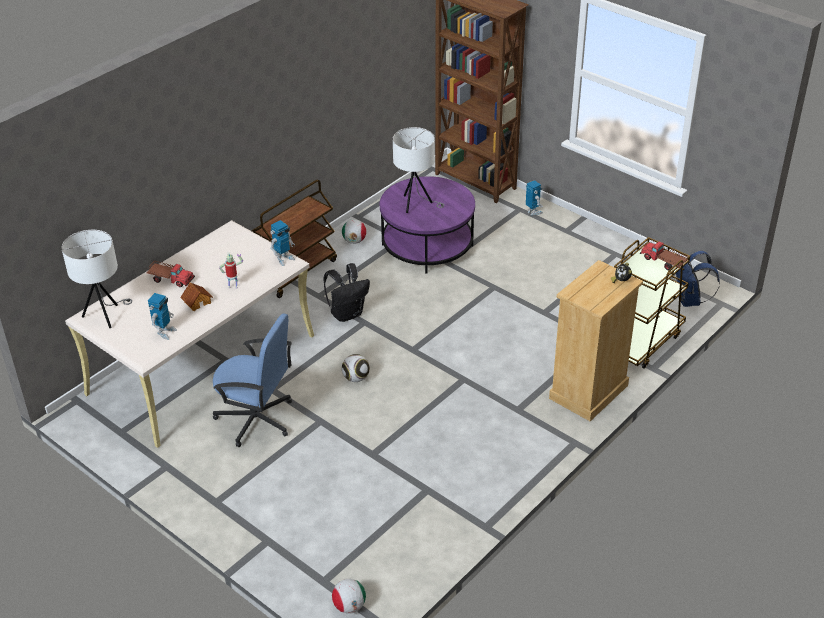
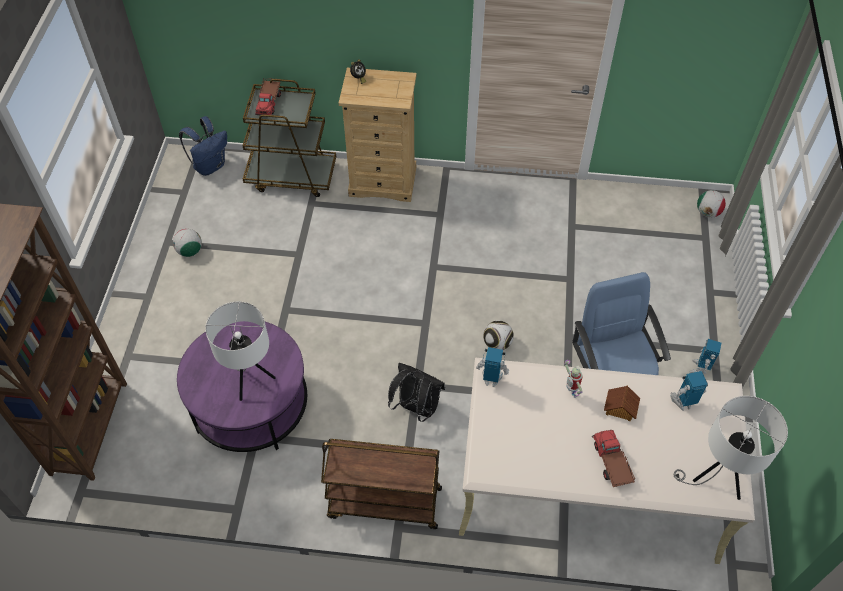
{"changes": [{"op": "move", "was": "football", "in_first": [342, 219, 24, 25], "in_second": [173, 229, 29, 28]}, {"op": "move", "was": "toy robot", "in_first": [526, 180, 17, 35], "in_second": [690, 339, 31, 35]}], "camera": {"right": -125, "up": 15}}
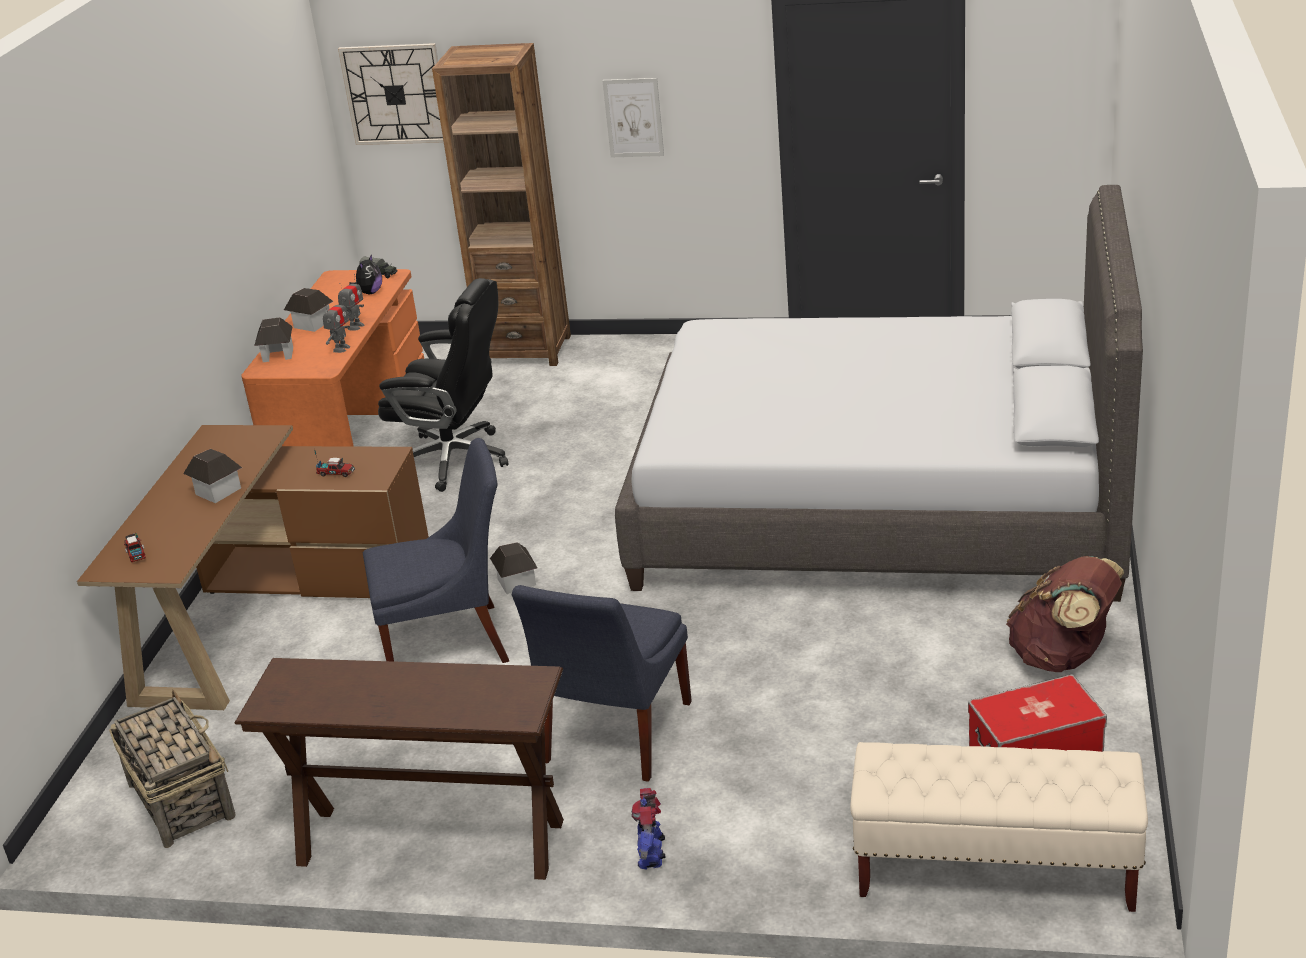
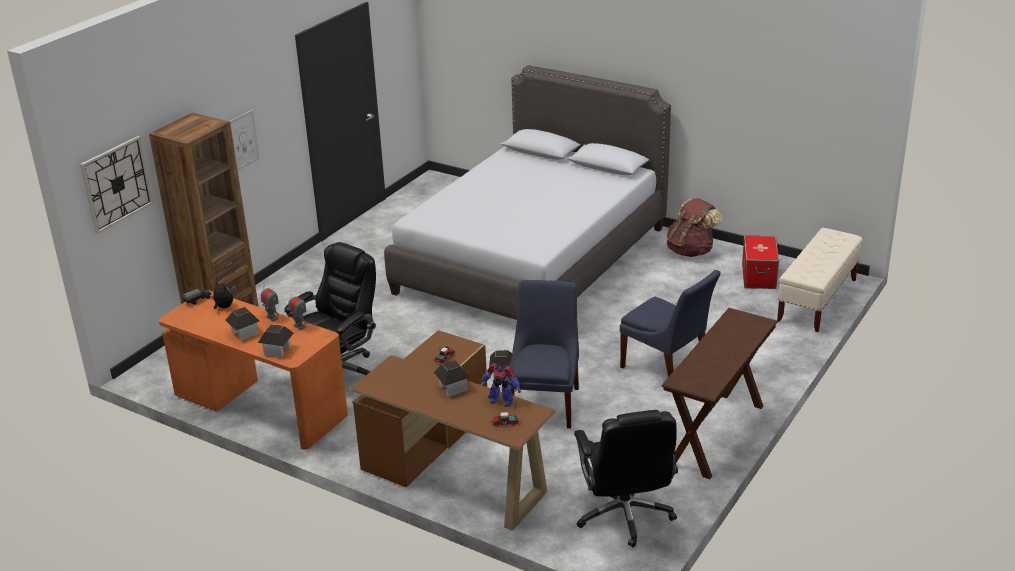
{"changes": [{"op": "move", "was": "toy robot", "in_first": [631, 788, 35, 81], "in_second": [480, 363, 41, 44]}, {"op": "replace", "was": "basket", "now": "black office chair", "in_first": [109, 689, 127, 159], "in_second": [574, 410, 104, 137]}], "camera": {"right": -70, "up": 0}}
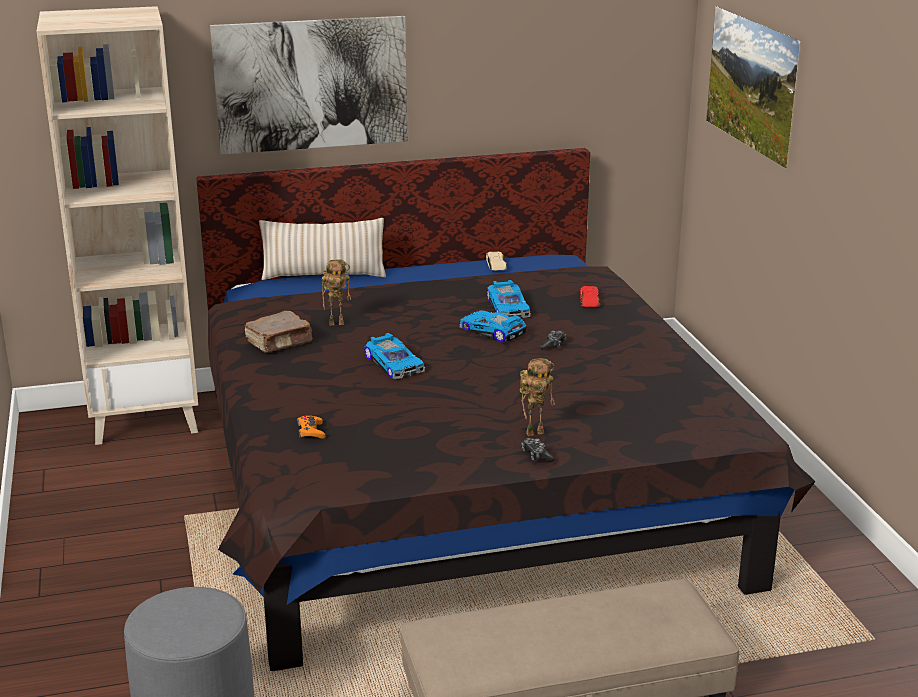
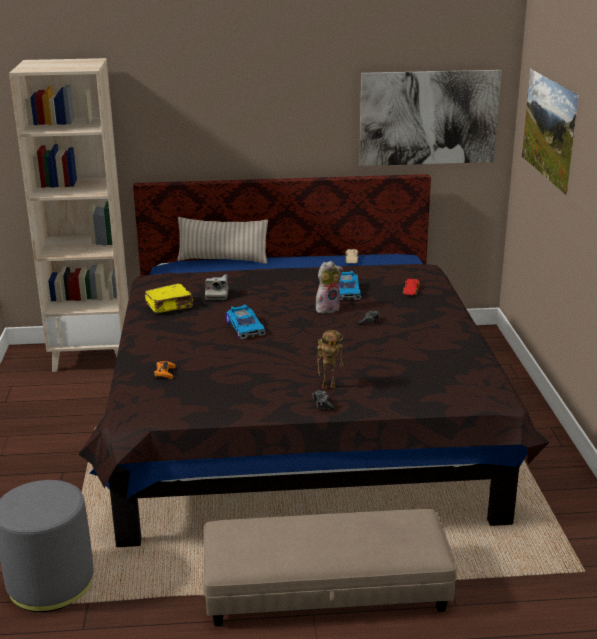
{"changes": [{"op": "move", "was": "picture", "in_first": [210, 16, 197, 139], "in_second": [359, 70, 143, 96]}, {"op": "replace", "was": "toy robot", "now": "photo camera", "in_first": [322, 259, 29, 66], "in_second": [205, 275, 23, 25]}, {"op": "replace", "was": "toy car", "now": "plush toy", "in_first": [460, 310, 66, 32], "in_second": [316, 261, 27, 53]}, {"op": "recolor", "was": "brown book", "now": "yellow book", "in_first": [244, 311, 69, 41], "in_second": [145, 284, 48, 29]}], "camera": {"right": 10, "up": 0}}
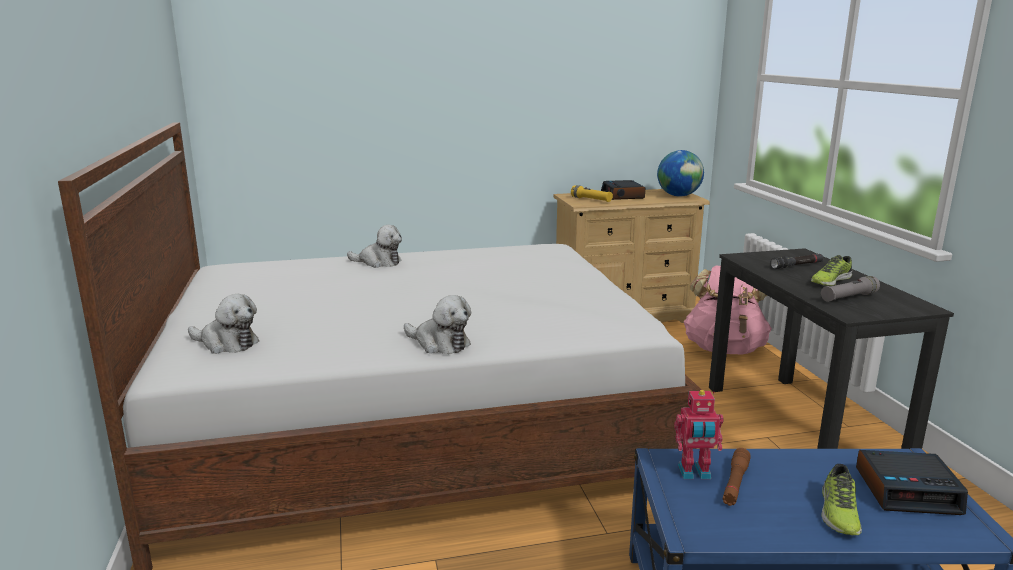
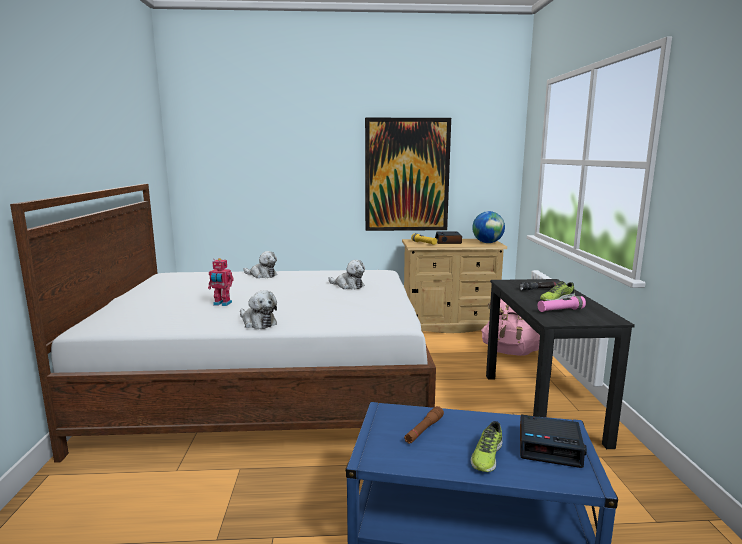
{"changes": [{"op": "insert", "now": "picture", "in_second": [365, 118, 86, 113]}, {"op": "move", "was": "plush toy", "in_first": [188, 294, 71, 60], "in_second": [328, 260, 37, 29]}, {"op": "move", "was": "toy robot", "in_first": [674, 390, 49, 89], "in_second": [208, 258, 26, 48]}, {"op": "recolor", "was": "grey flashlight", "now": "pink flashlight", "in_first": [821, 276, 59, 26], "in_second": [538, 296, 48, 16]}], "camera": {"right": 10, "up": -5}}
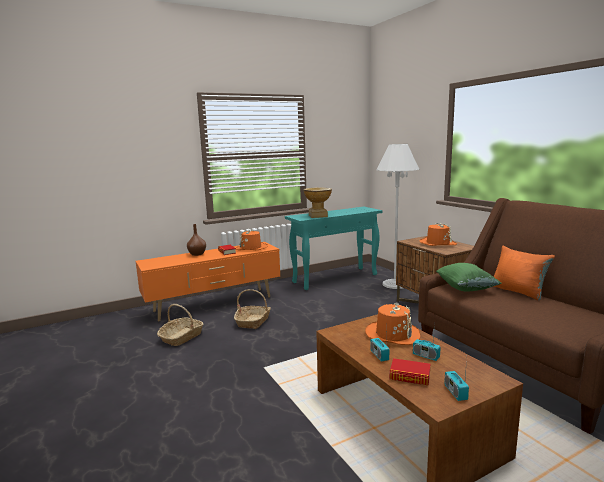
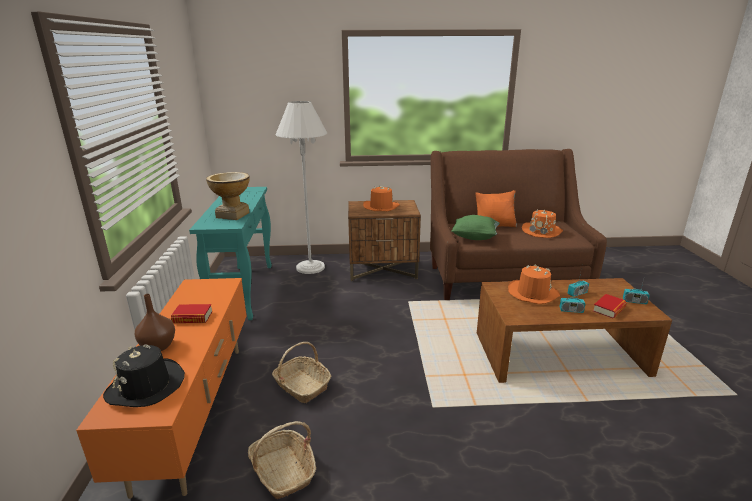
{"changes": [{"op": "insert", "now": "black hat", "in_second": [103, 344, 82, 63]}, {"op": "move", "was": "orange hat", "in_first": [236, 230, 32, 20], "in_second": [522, 209, 41, 29]}], "camera": {"right": -65, "up": 10}}
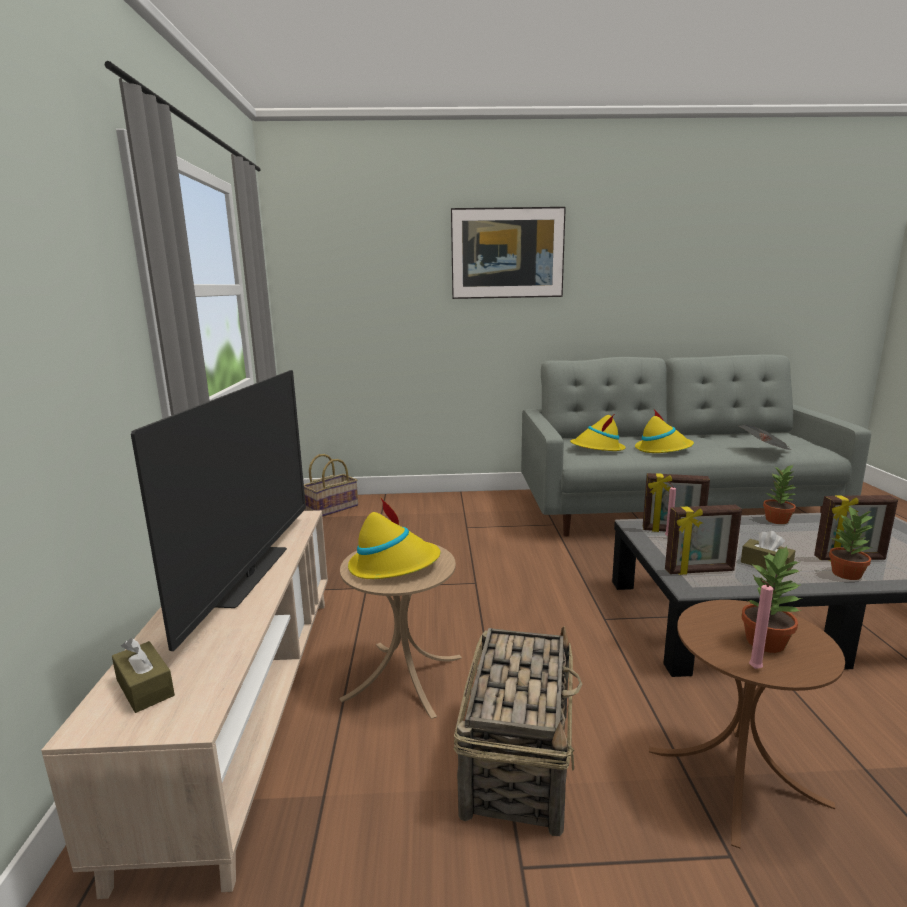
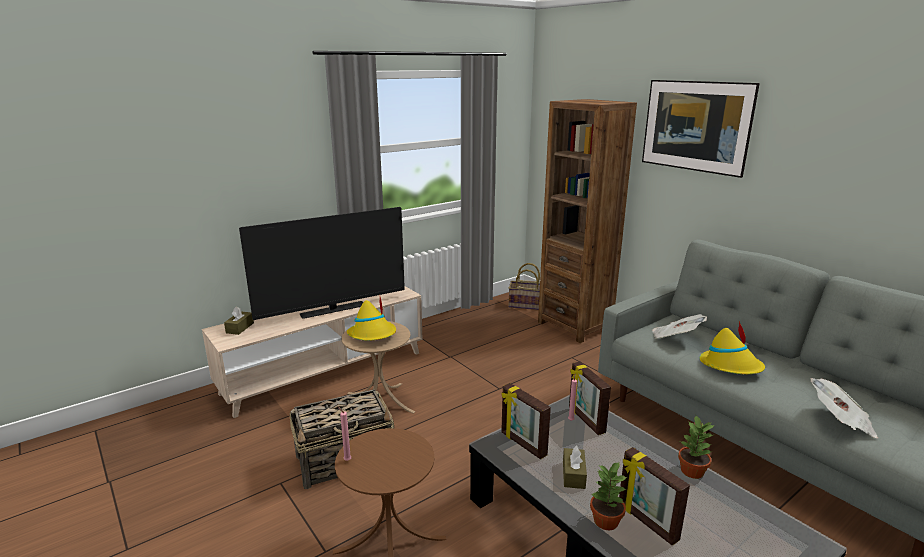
{"changes": [{"op": "delete", "was": "potted plant", "in_first": [742, 546, 60, 107]}, {"op": "insert", "now": "brown bookcase", "in_second": [538, 99, 99, 244]}, {"op": "replace", "was": "yellow hat", "now": "newspaper", "in_first": [570, 413, 55, 38], "in_second": [652, 314, 55, 25]}], "camera": {"right": 55, "up": 5}}
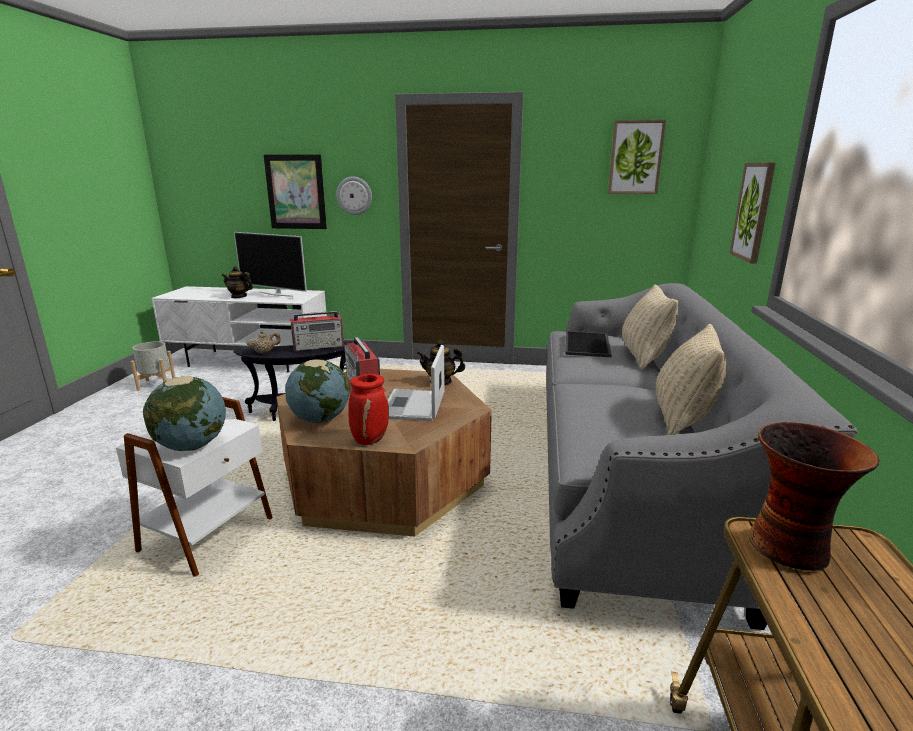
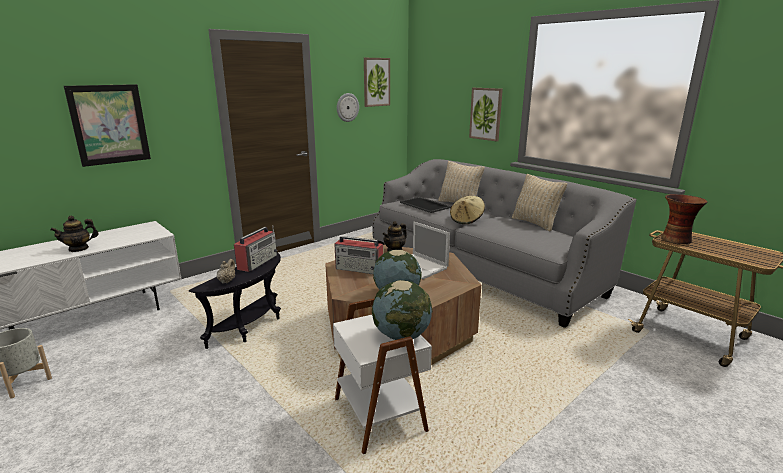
{"changes": [{"op": "delete", "was": "television", "in_first": [234, 232, 73, 65]}, {"op": "delete", "was": "red vase", "in_first": [348, 374, 41, 71]}, {"op": "insert", "now": "beige hat", "in_second": [450, 196, 35, 28]}, {"op": "move", "was": "wall clock", "in_first": [336, 176, 36, 39], "in_second": [337, 93, 22, 29]}], "camera": {"right": -50, "up": 0}}
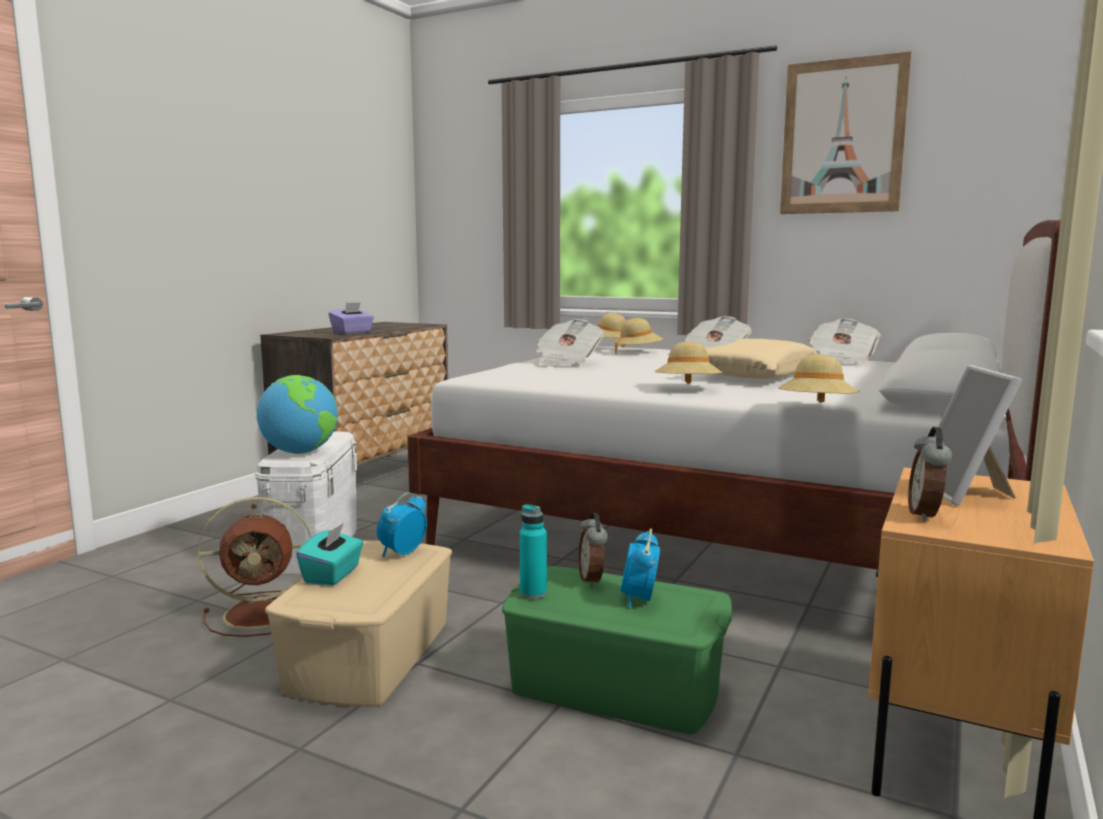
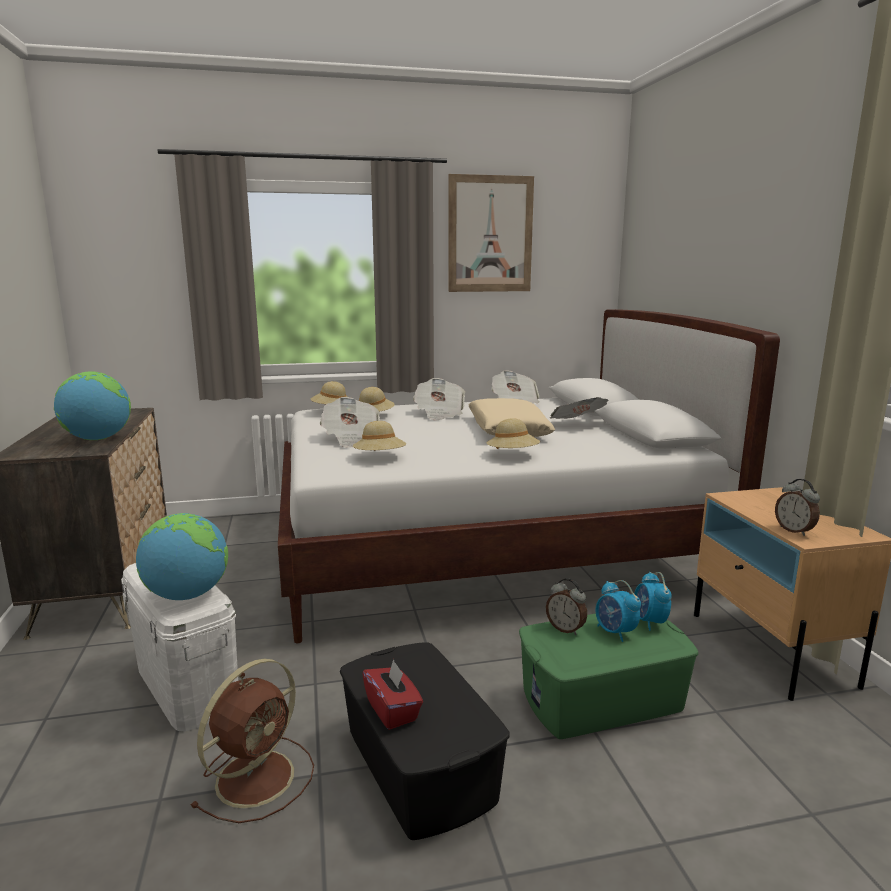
{"changes": [{"op": "delete", "was": "turquoise bottle", "in_first": [520, 504, 27, 95]}, {"op": "delete", "was": "picture frame", "in_first": [934, 365, 88, 141]}, {"op": "insert", "now": "newspaper", "in_second": [550, 397, 59, 22]}, {"op": "move", "was": "alarm clock", "in_first": [377, 493, 50, 64], "in_second": [634, 572, 38, 59]}, {"op": "move", "was": "beige hat", "in_first": [778, 355, 81, 48], "in_second": [353, 421, 53, 30]}, {"op": "replace", "was": "purple tissue box", "now": "globe", "in_first": [328, 302, 46, 32], "in_second": [54, 371, 77, 69]}, {"op": "recolor", "was": "beige storage box", "now": "black storage box", "in_first": [265, 540, 187, 167], "in_second": [340, 642, 170, 198]}, {"op": "recolor", "was": "turquoise tissue box", "now": "red tissue box", "in_first": [296, 523, 67, 63], "in_second": [362, 659, 61, 71]}], "camera": {"right": -40, "up": 5}}
